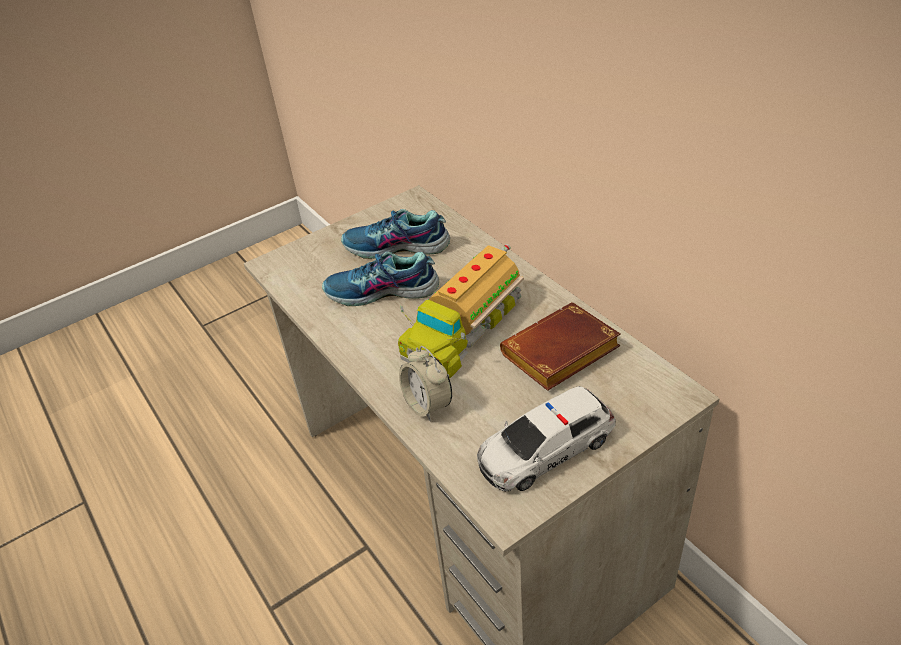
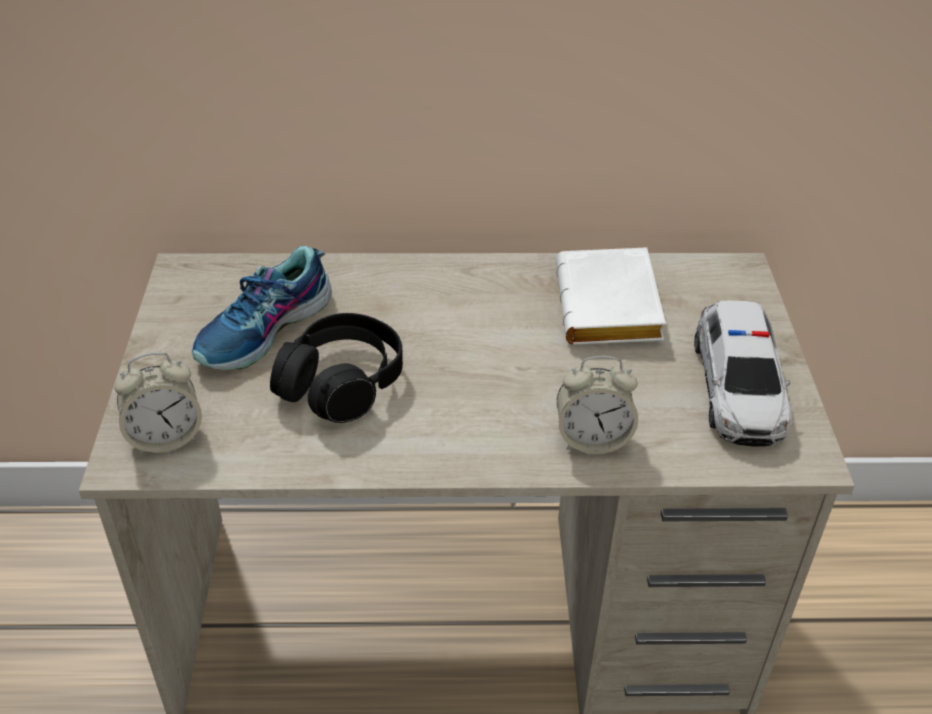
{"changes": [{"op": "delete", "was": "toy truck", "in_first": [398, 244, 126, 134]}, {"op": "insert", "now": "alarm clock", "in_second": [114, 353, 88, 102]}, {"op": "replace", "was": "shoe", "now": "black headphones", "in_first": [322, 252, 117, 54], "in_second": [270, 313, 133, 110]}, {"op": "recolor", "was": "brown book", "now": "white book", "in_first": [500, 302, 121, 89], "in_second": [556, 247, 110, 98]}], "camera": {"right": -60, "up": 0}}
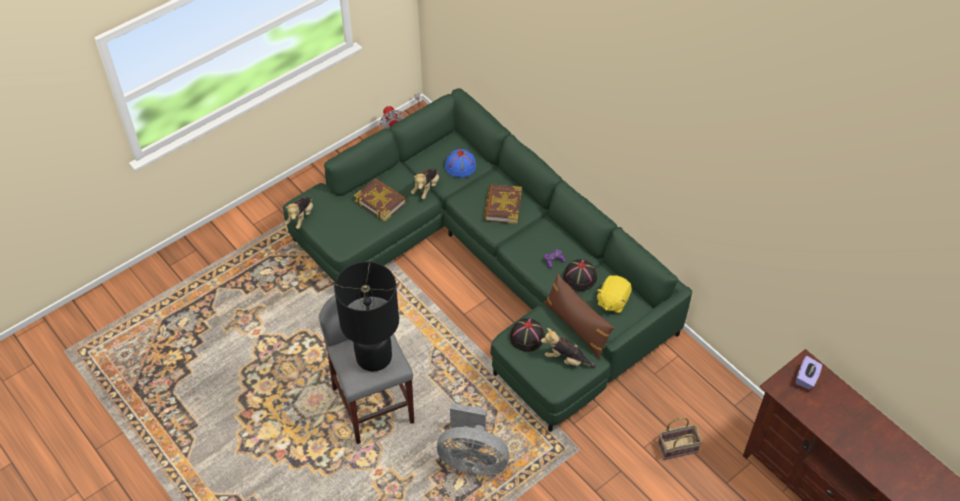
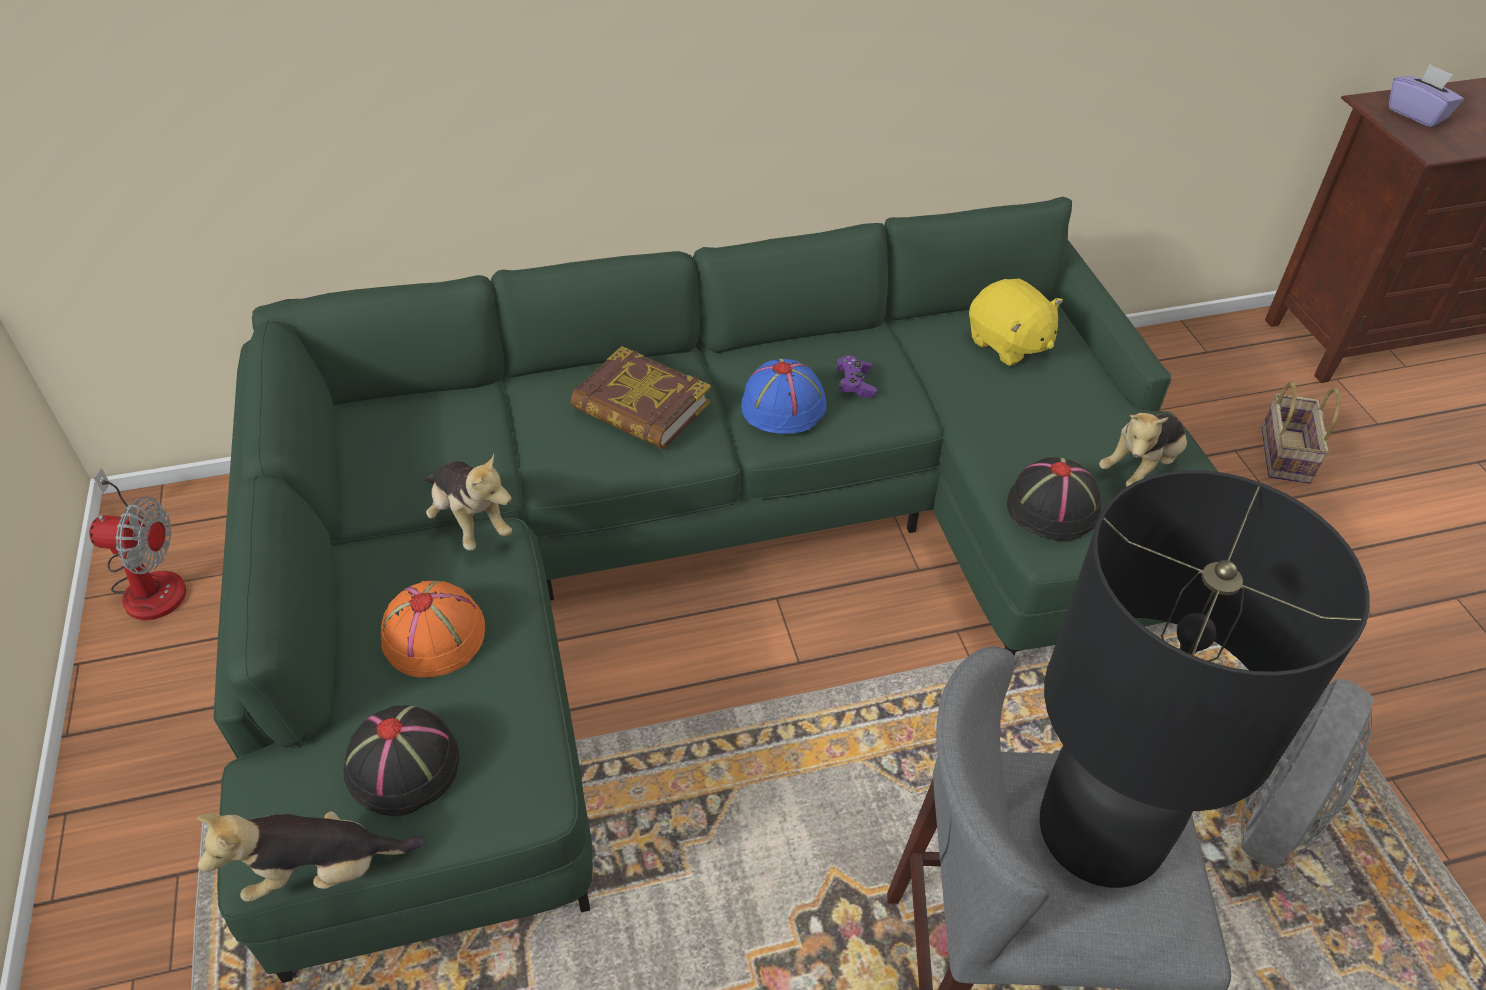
{"changes": [{"op": "delete", "was": "brown pillow", "in_first": [543, 273, 71, 86]}, {"op": "move", "was": "blue hat", "in_first": [445, 149, 31, 29], "in_second": [741, 359, 86, 75]}, {"op": "move", "was": "black hat", "in_first": [563, 259, 34, 32], "in_second": [343, 705, 116, 111]}, {"op": "replace", "was": "book", "now": "orange hat", "in_first": [354, 178, 53, 44], "in_second": [381, 581, 104, 97]}, {"op": "rotate", "was": "plush toy", "in_first": [285, 197, 28, 32], "in_second": [197, 811, 226, 91], "clockwise": 120}], "camera": {"right": -65, "up": -5}}
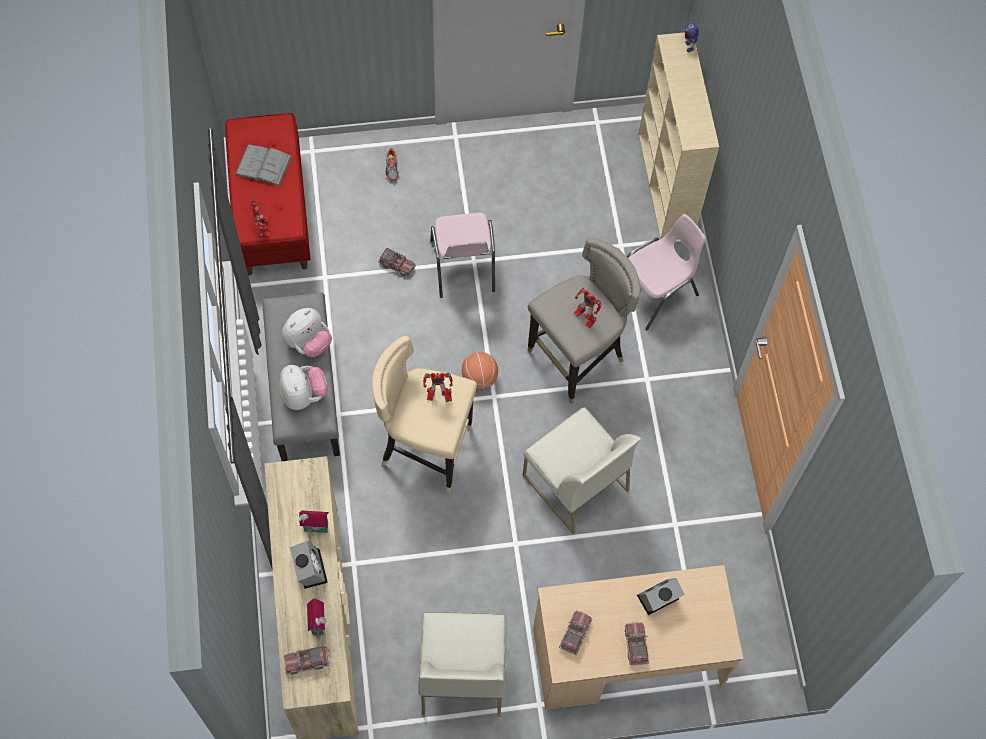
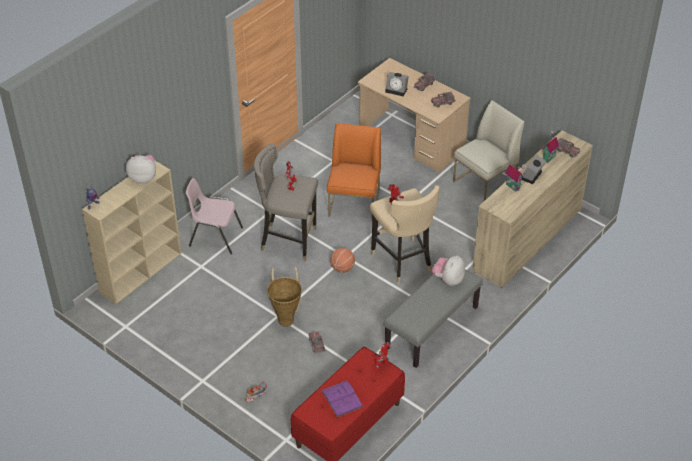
{"changes": [{"op": "move", "was": "plush toy", "in_first": [282, 308, 50, 50], "in_second": [126, 155, 30, 28]}, {"op": "replace", "was": "pink chair", "now": "basket", "in_first": [430, 213, 65, 85], "in_second": [267, 266, 35, 61]}, {"op": "recolor", "was": "grey book", "now": "purple book", "in_first": [235, 144, 57, 42], "in_second": [321, 380, 42, 37]}, {"op": "recolor", "was": "white chair", "now": "orange chair", "in_first": [523, 407, 118, 127], "in_second": [327, 123, 54, 94]}], "camera": {"right": -130, "up": -20}}
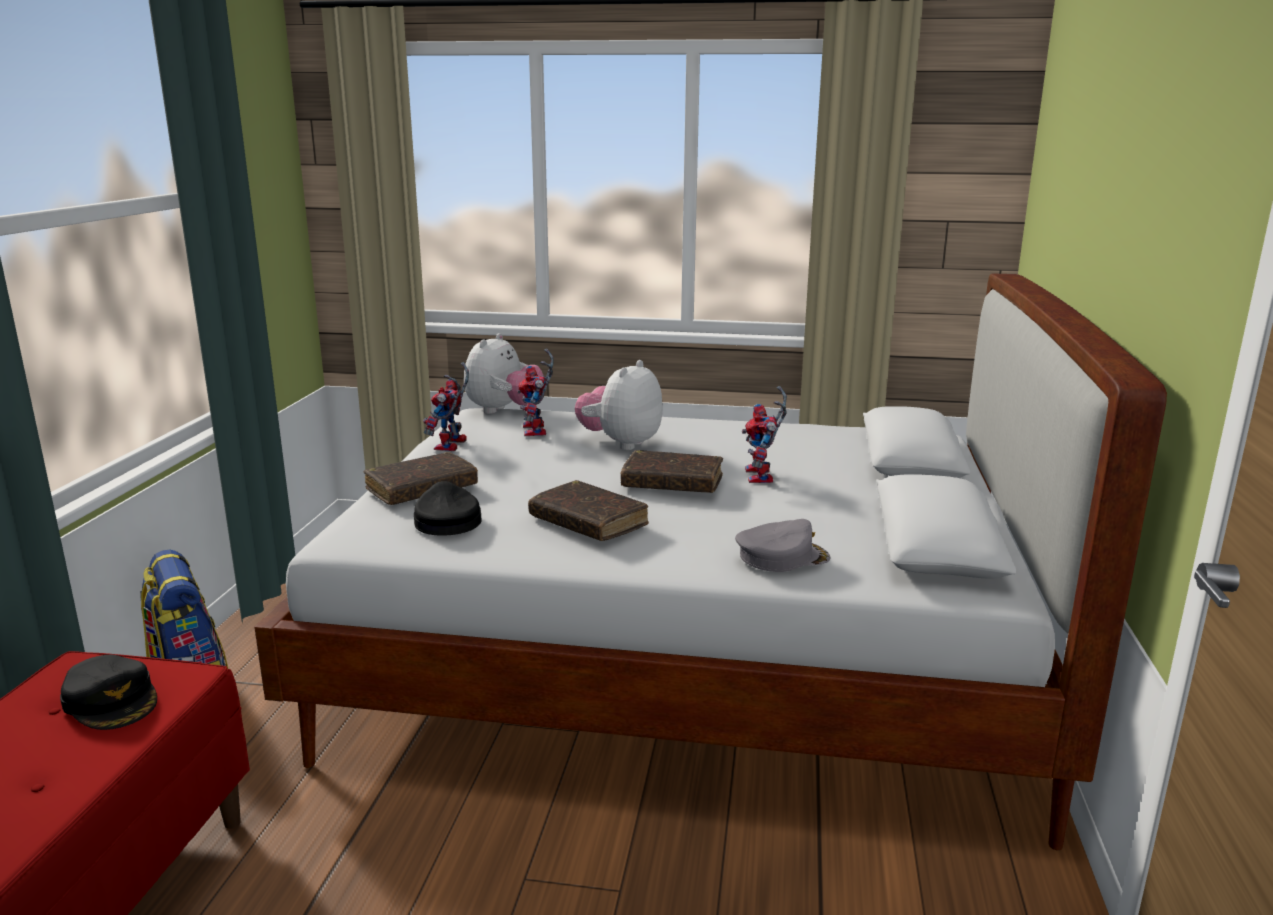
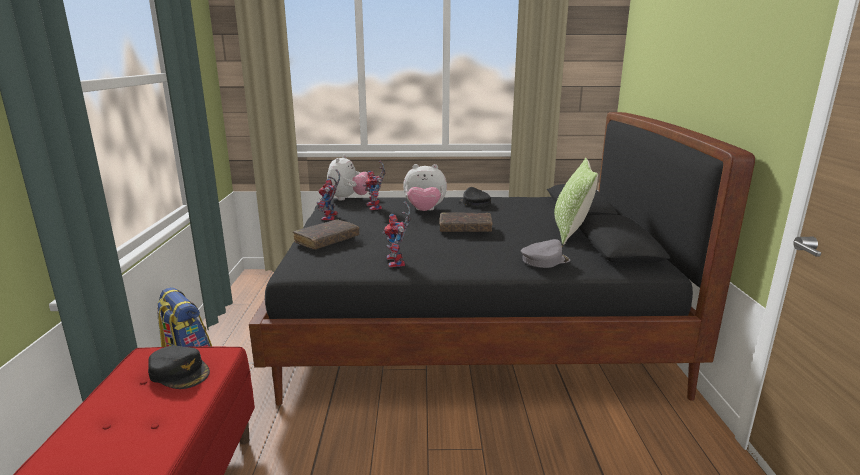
{"changes": [{"op": "delete", "was": "brown book", "in_first": [528, 480, 121, 61]}, {"op": "insert", "now": "pillow", "in_second": [554, 158, 44, 87]}, {"op": "move", "was": "black cap", "in_first": [414, 481, 68, 55], "in_second": [459, 187, 32, 20]}, {"op": "move", "was": "toy robot", "in_first": [742, 386, 45, 97], "in_second": [383, 202, 28, 65]}, {"op": "recolor", "was": "white bed", "now": "black bed", "in_first": [254, 273, 913, 577], "in_second": [249, 112, 506, 294]}, {"op": "rotate", "was": "plush toy", "in_first": [575, 360, 88, 90], "in_second": [403, 164, 44, 47], "clockwise": -105}], "camera": {"right": -10, "up": 0}}
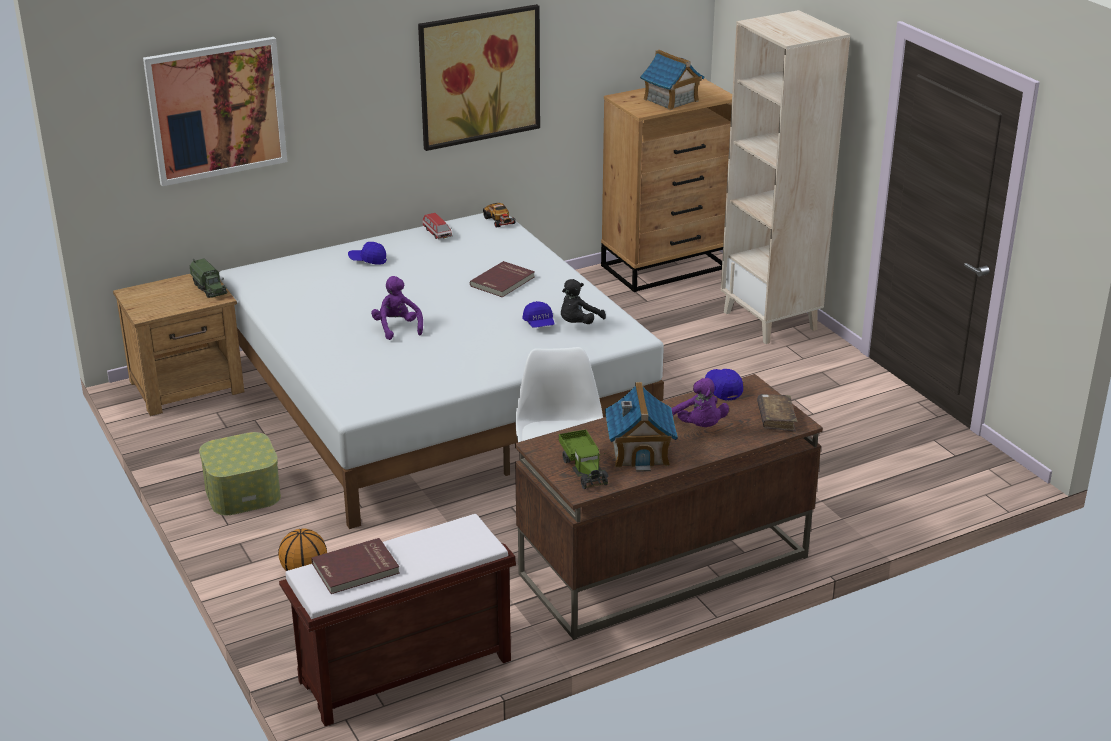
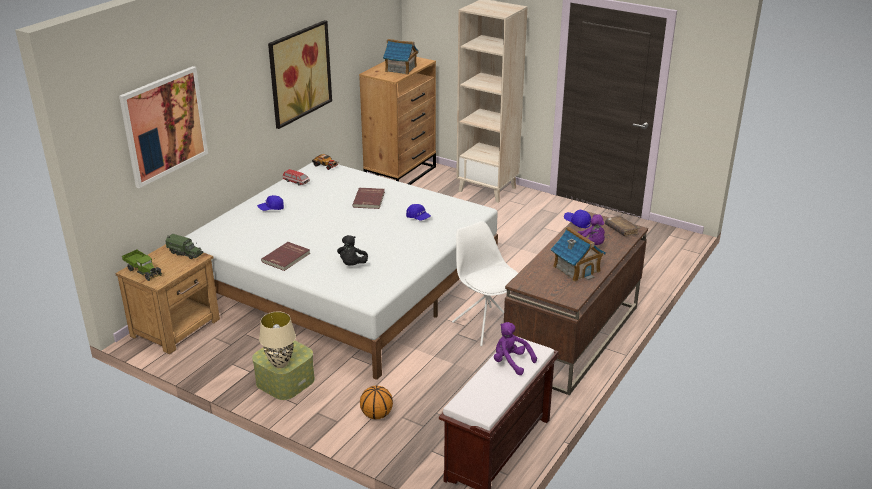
{"changes": [{"op": "insert", "now": "beige table lamp", "in_second": [259, 311, 37, 57]}, {"op": "move", "was": "red book", "in_first": [311, 538, 89, 56], "in_second": [261, 242, 49, 29]}, {"op": "move", "was": "purple plush toy", "in_first": [371, 276, 52, 64], "in_second": [494, 322, 43, 53]}, {"op": "move", "was": "toy truck", "in_first": [559, 429, 50, 60], "in_second": [122, 250, 40, 31]}, {"op": "move", "was": "black plush toy", "in_first": [561, 279, 45, 45], "in_second": [337, 235, 31, 31]}], "camera": {"right": -30, "up": 0}}
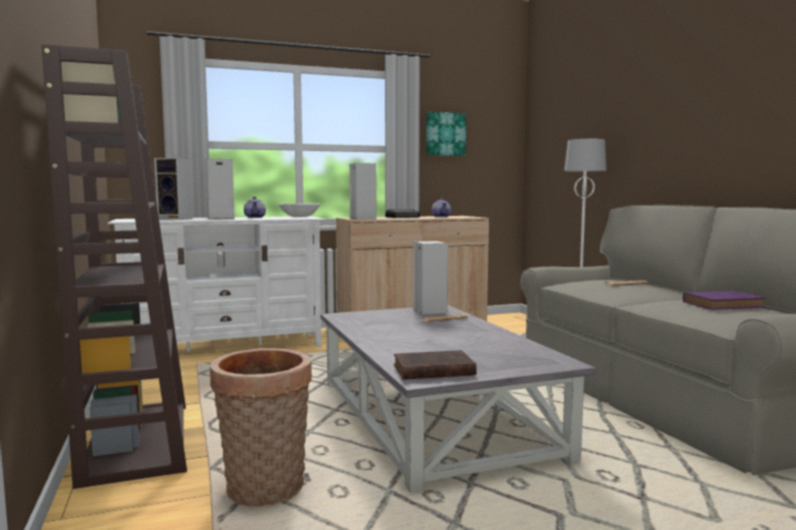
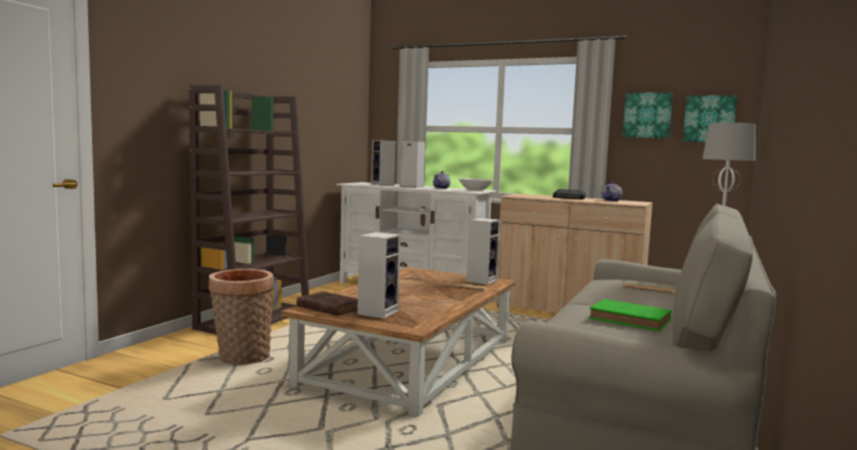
{"changes": [{"op": "insert", "now": "picture", "in_second": [683, 95, 54, 47]}, {"op": "move", "was": "speaker", "in_first": [349, 163, 27, 57], "in_second": [357, 232, 44, 87]}, {"op": "recolor", "was": "grey coffee table", "now": "brown coffee table", "in_first": [320, 305, 276, 187], "in_second": [281, 267, 235, 150]}, {"op": "recolor", "was": "purple book", "now": "green book", "in_first": [683, 291, 82, 19], "in_second": [589, 299, 82, 32]}], "camera": {"right": 45, "up": 0}}
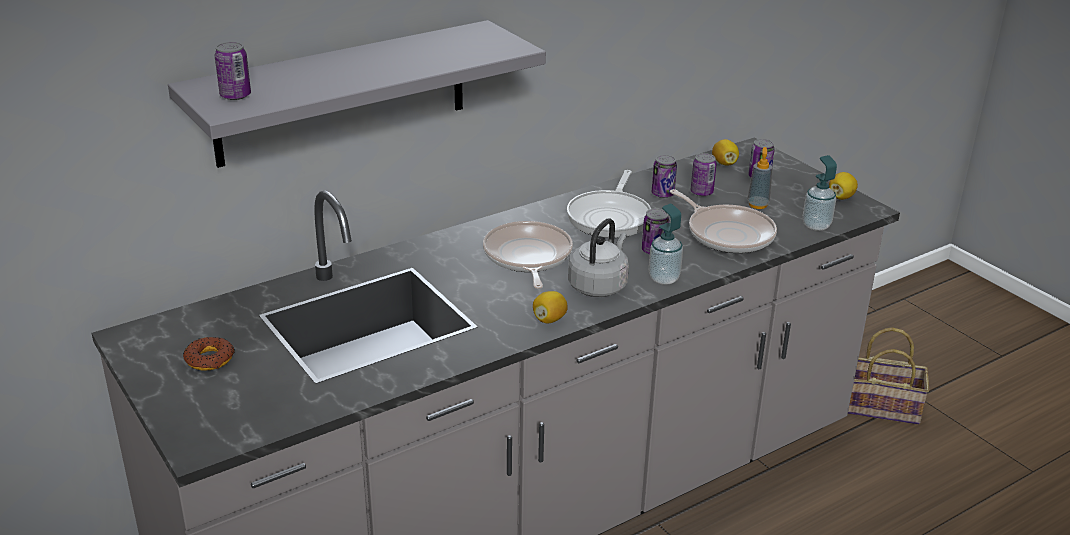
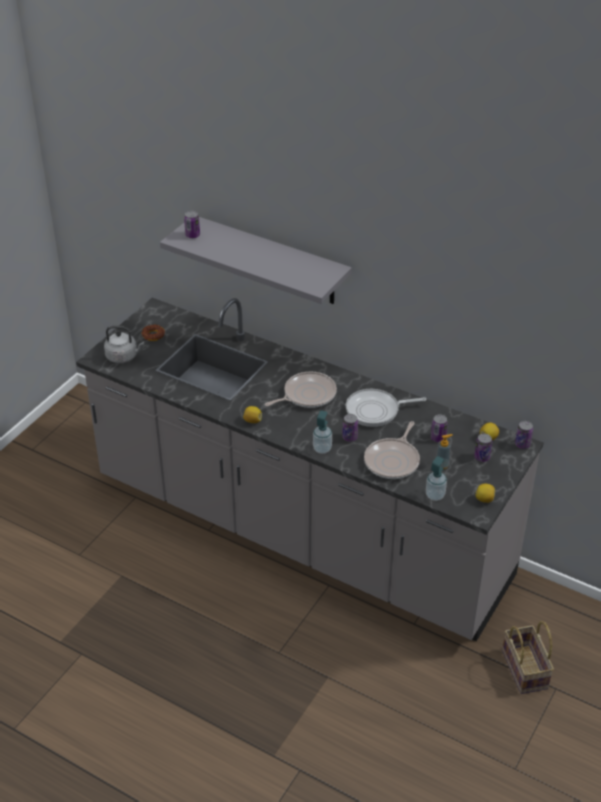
{"changes": [{"op": "move", "was": "grey kettle", "in_first": [568, 218, 61, 79], "in_second": [104, 326, 40, 37]}, {"op": "move", "was": "can", "in_first": [652, 155, 25, 43], "in_second": [515, 421, 18, 28]}], "camera": {"right": 65, "up": 10}}
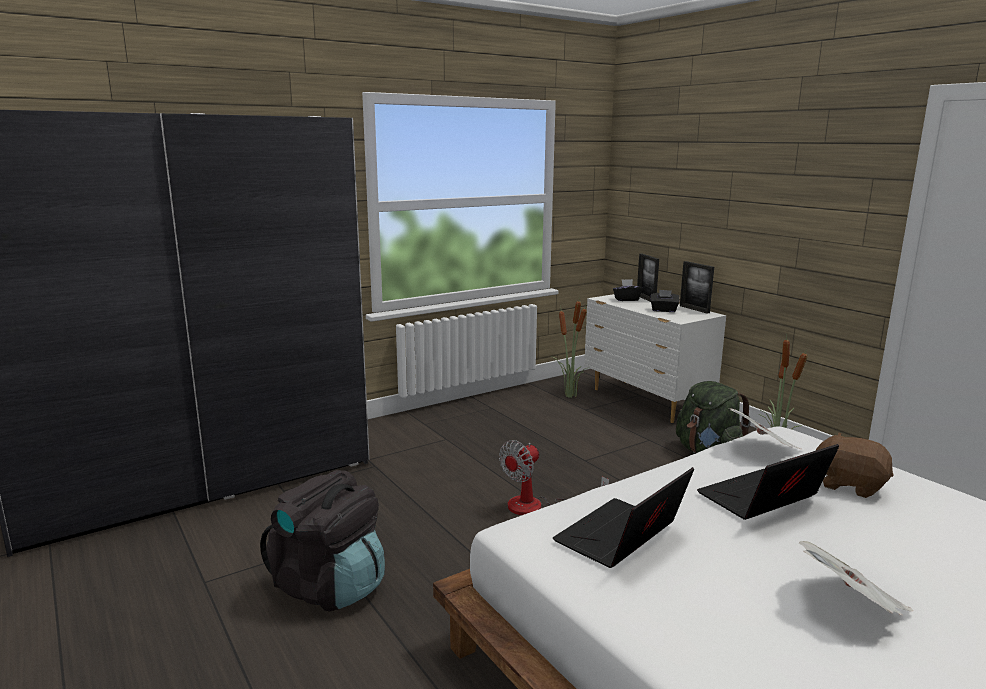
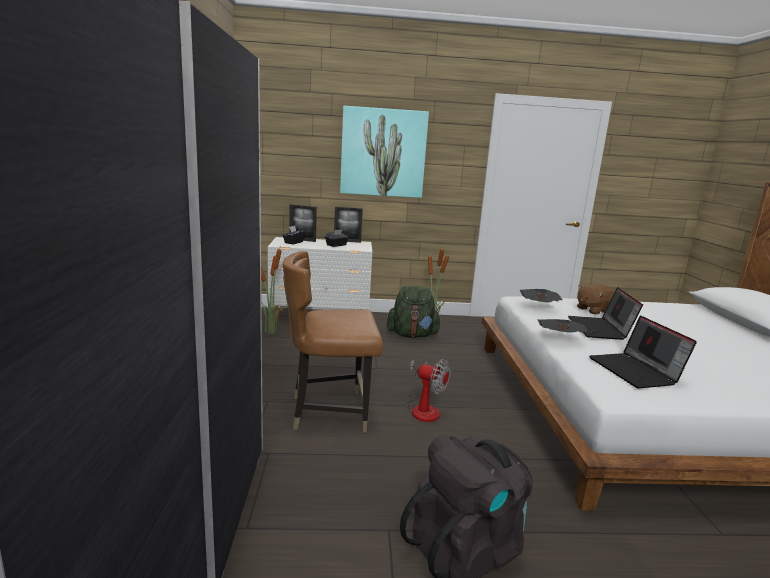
{"changes": [{"op": "insert", "now": "brown chair", "in_second": [283, 251, 100, 181]}, {"op": "insert", "now": "picture", "in_second": [340, 106, 89, 92]}, {"op": "move", "was": "newspaper", "in_first": [799, 541, 115, 74], "in_second": [537, 319, 51, 14]}, {"op": "rotate", "was": "fan", "in_first": [499, 440, 110, 75], "in_second": [405, 359, 46, 63], "clockwise": -45}], "camera": {"right": -60, "up": 0}}
